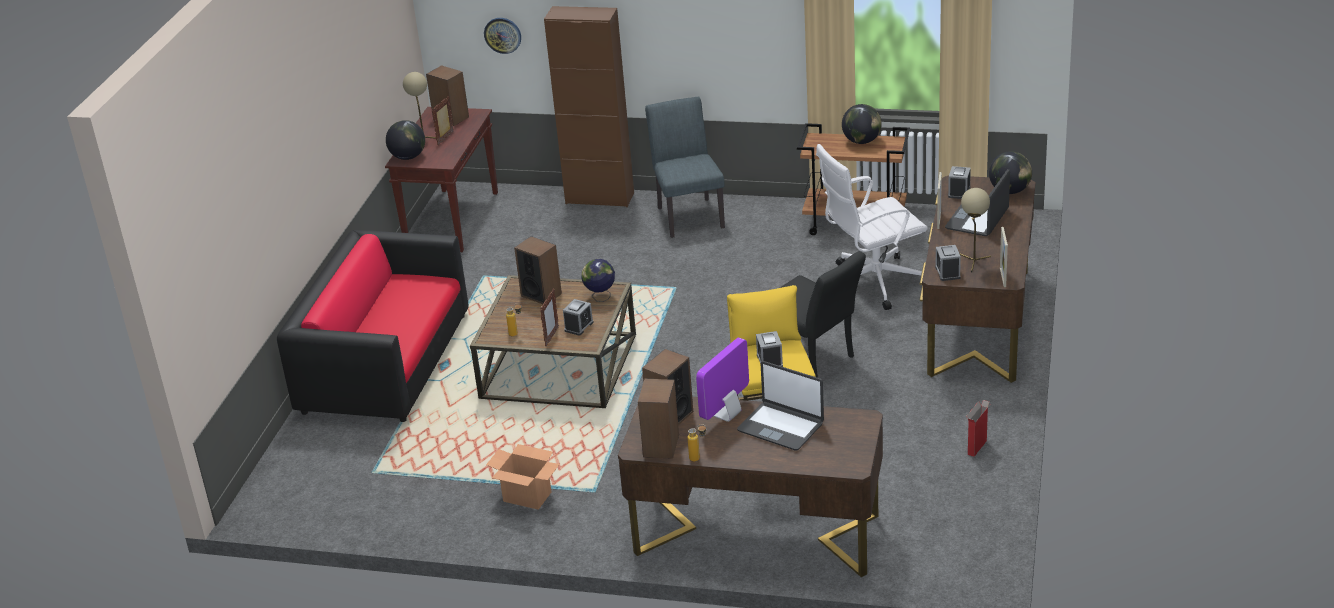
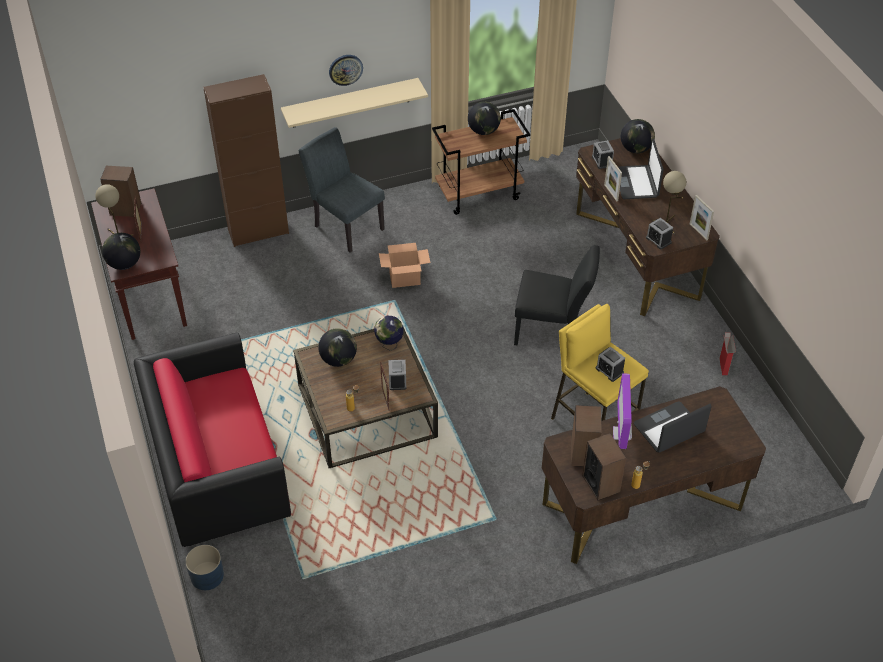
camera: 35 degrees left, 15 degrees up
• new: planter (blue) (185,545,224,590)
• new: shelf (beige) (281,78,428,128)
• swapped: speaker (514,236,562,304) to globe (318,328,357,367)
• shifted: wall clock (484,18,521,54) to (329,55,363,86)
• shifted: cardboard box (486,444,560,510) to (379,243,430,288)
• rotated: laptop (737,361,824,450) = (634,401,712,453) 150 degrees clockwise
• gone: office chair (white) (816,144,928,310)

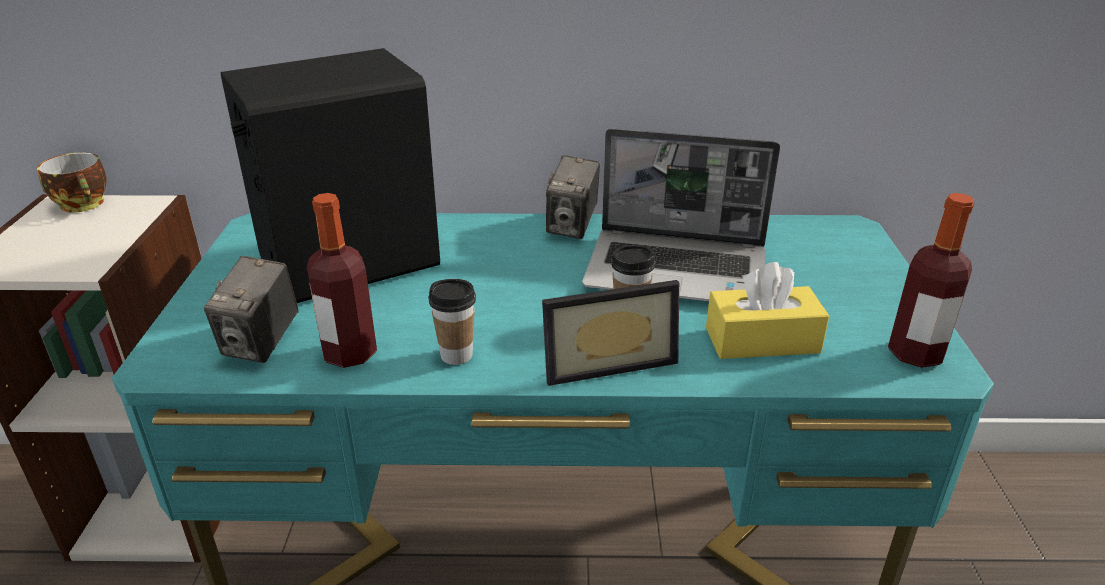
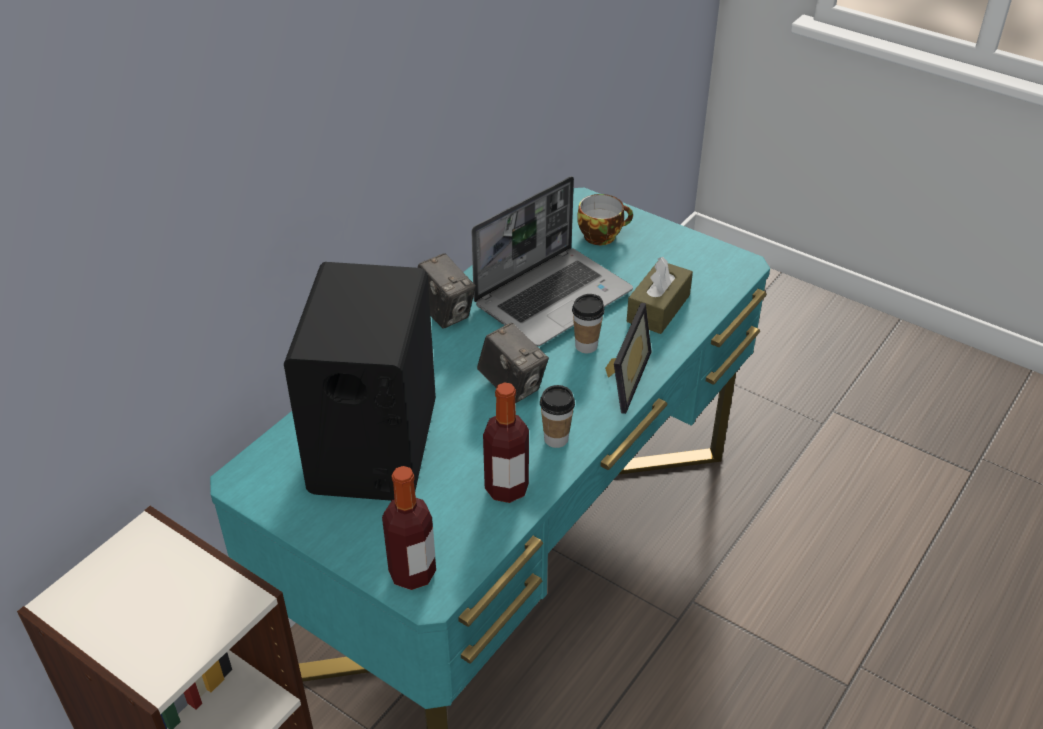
camera: 55 degrees left, 10 degrees up
• shifted: bottle (888,193,974,368) to (382,466,436,590)
• shifted: photo camera (204,256,299,363) to (477,323,549,403)
• shifted: cup (37,153,107,213) to (577,194,633,245)
• repainted: tissue box (yellow) (706,262,829,359) to tissue box (brown) (627,257,693,334)

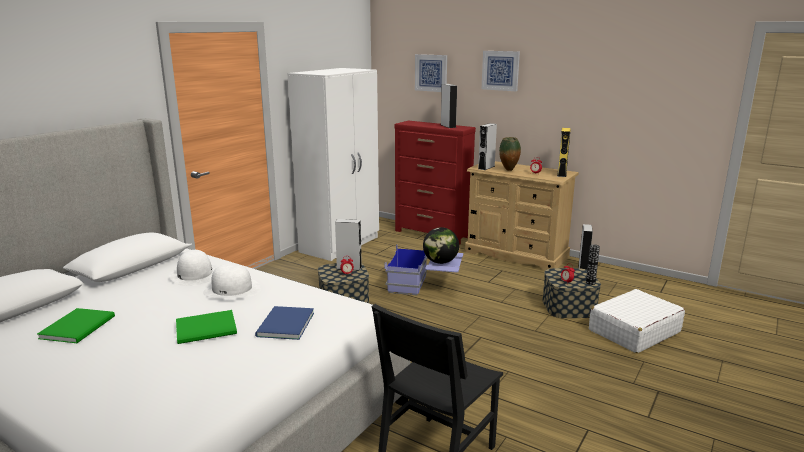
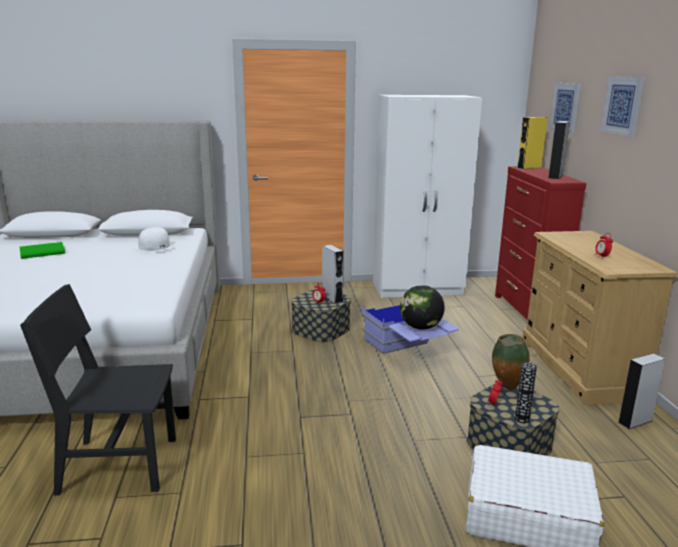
camera: 50 degrees right, 0 degrees up
• shifted: vase (499,137,521,171) to (492,334,529,390)
• shifted: speaker (yellow) (557,128,571,177) to (517,117,548,169)
• gone: book (green) (176,310,237,344)
• gone: hat (white) (203,264,261,299)
• gone: book (blue) (255,306,314,340)
• gone: speaker (grey) (478,123,497,170)

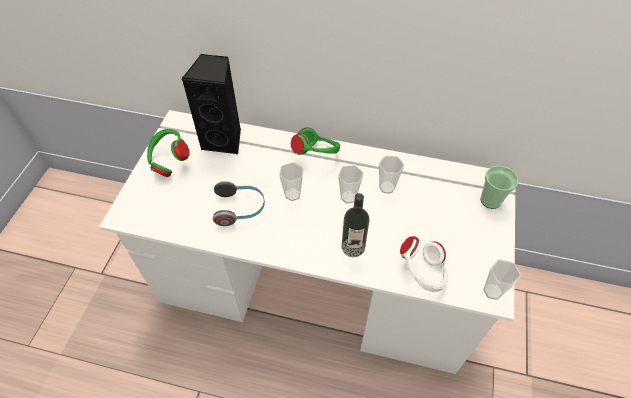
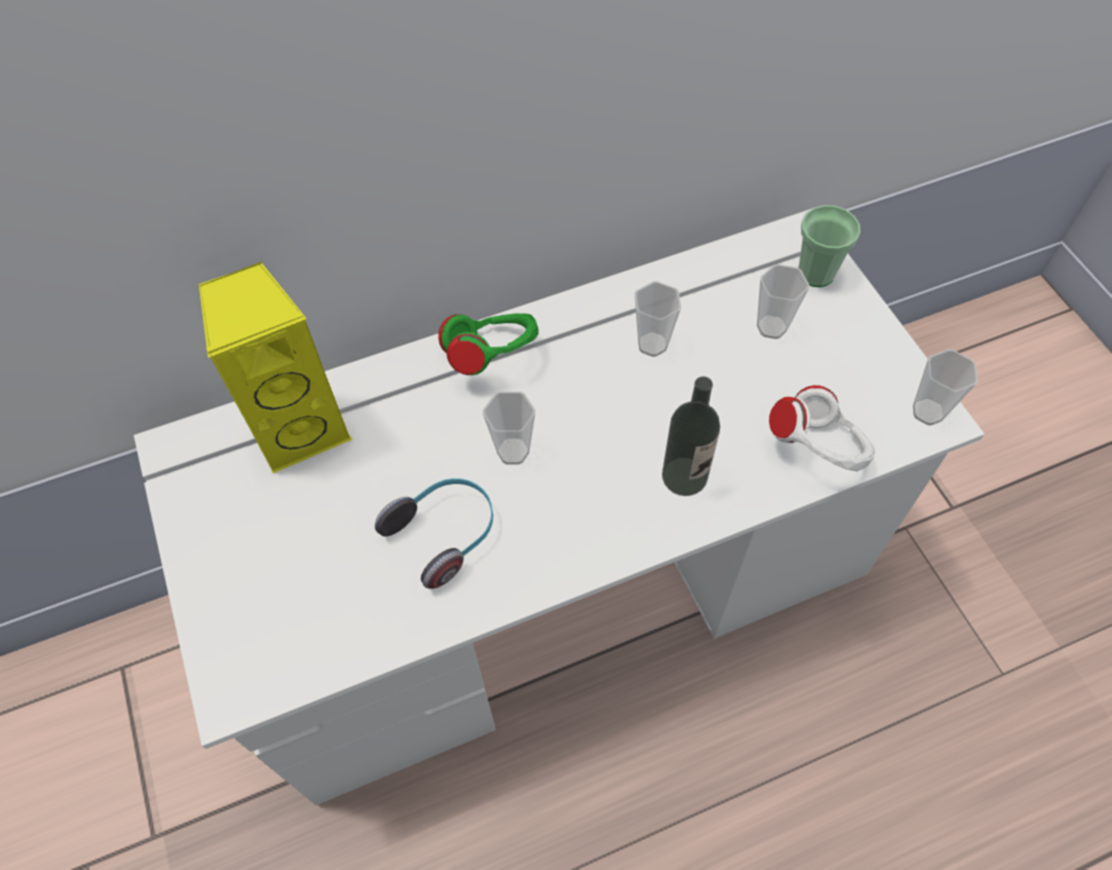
camera: 35 degrees left, 5 degrees up
• repainted: speaker (black) (181,53,241,154) to speaker (yellow) (199,262,352,474)
• shifted: cup (338,165,364,204) to (757,264,810,339)
• gone: headphones (green) (147,129,190,177)

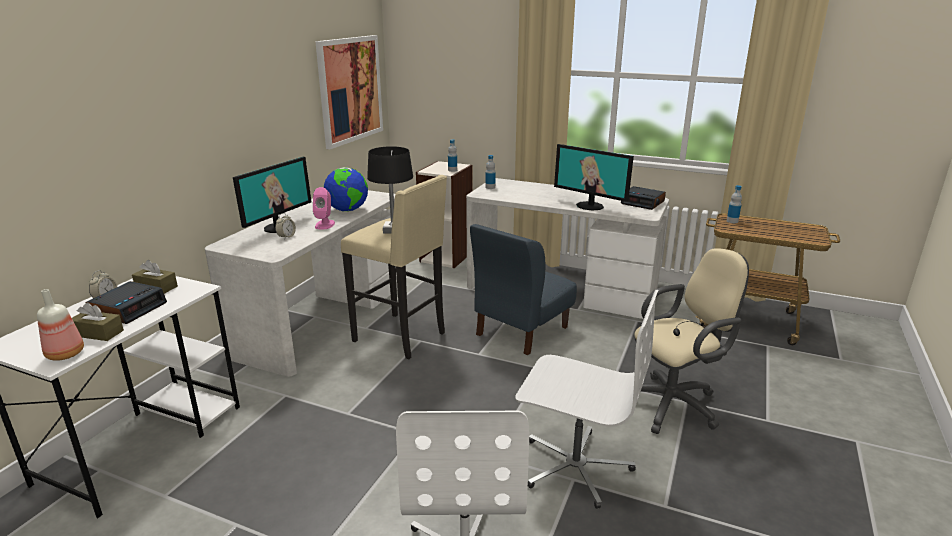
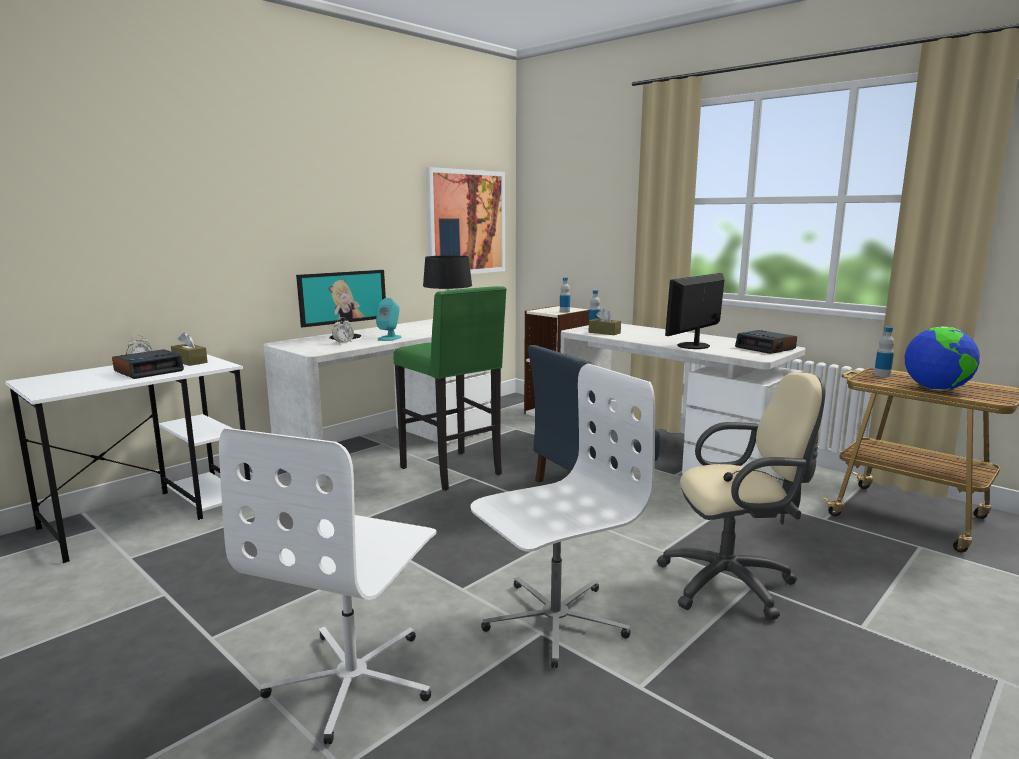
camera: 20 degrees right, 10 degrees down
• repainted: speaker (pink) (313,187,335,229) to speaker (turquoise) (376,298,402,341)
• repainted: stool (beige) (341,175,447,359) to stool (green) (394,286,507,491)
• rotated: office chair (white) (515,290,658,509) = (470,364,655,668) 75 degrees counterclockwise
• shifted: tissue box (brown) (72,302,124,341) to (589,309,621,335)
• rotated: monitor (554,144,634,211) = (665,273,724,349) 75 degrees clockwise
• shifted: globe (324,167,368,212) to (905,326,980,391)
• gone: bottle (37,289,84,361)

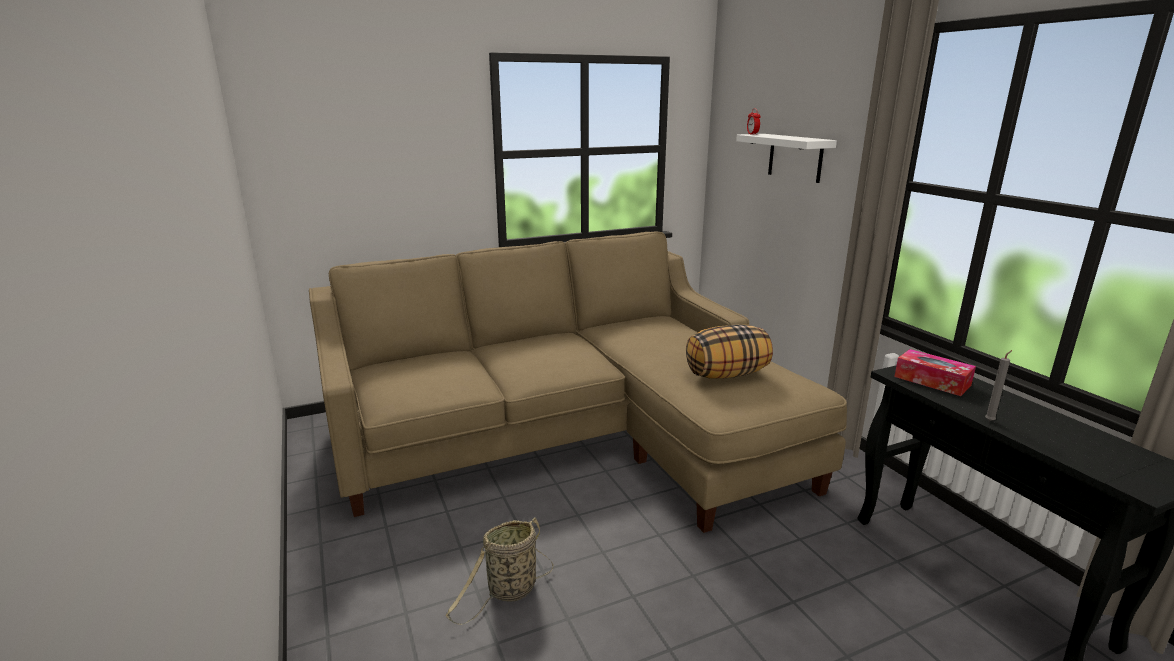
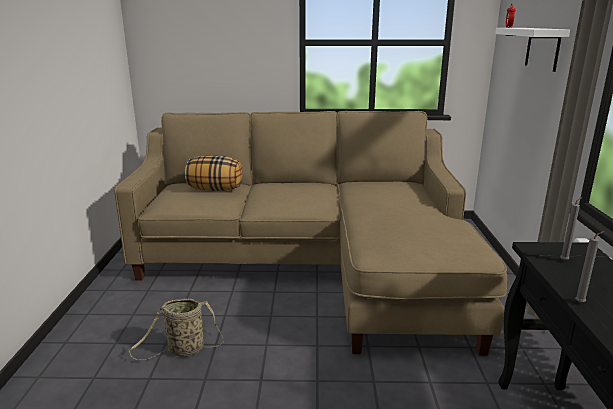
camera: 25 degrees right, 0 degrees up
• shifted: pillow (686,325,773,379) to (185,155,243,191)
• swapped: tissue box (894,349,976,396) to candle (grey) (560,197,582,261)

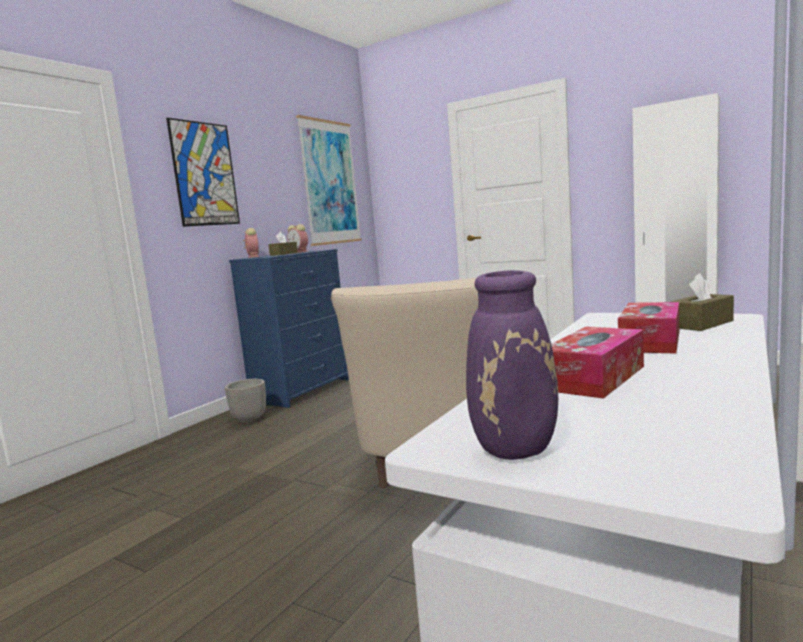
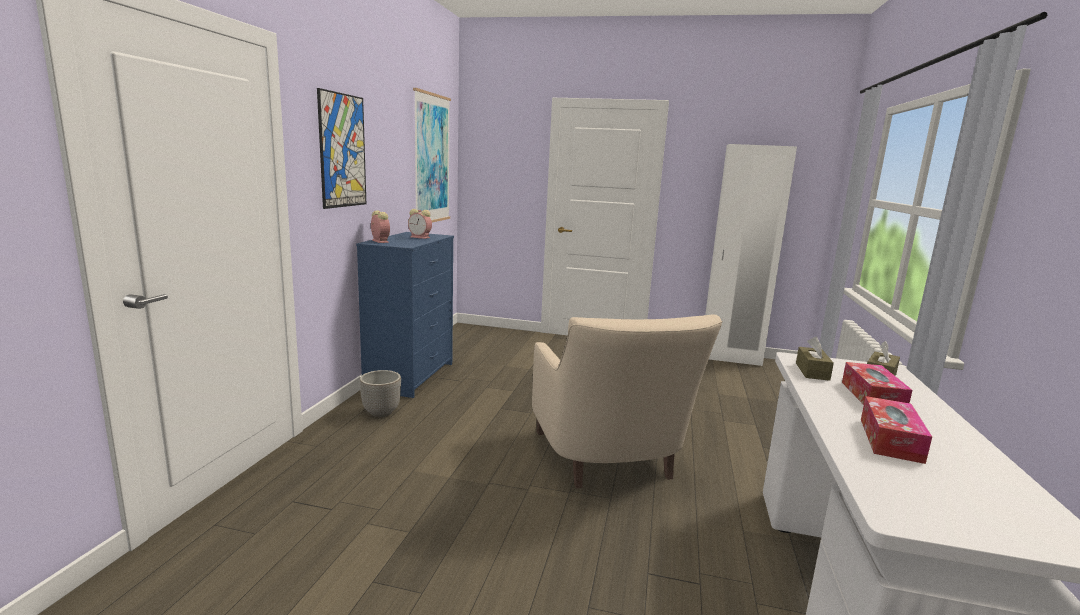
camera: 20 degrees left, 5 degrees up
• shifted: tissue box (brown) (268,232,298,256) to (796,337,834,381)
• gone: vase (purple) (466,270,558,460)

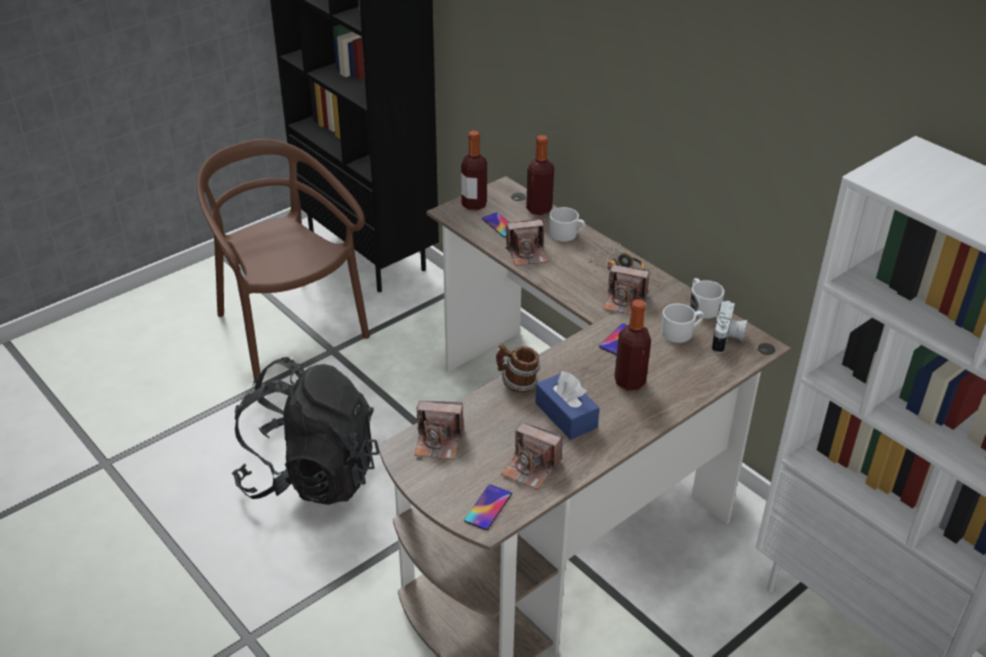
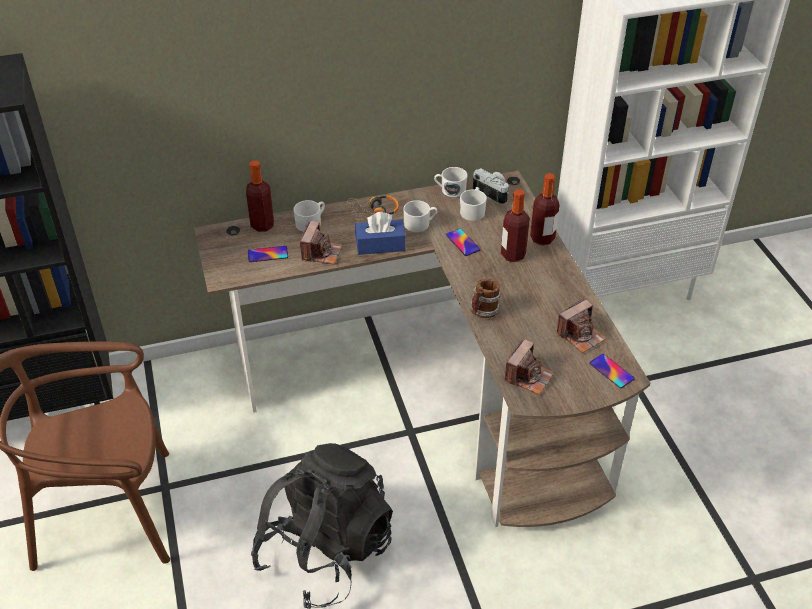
camera: 65 degrees left, 5 degrees up
• shifted: tissue box (blue) (535,371,600,440) to (355,212,406,255)
• swapped: photo camera (603,265,650,315) to mug (white) (403,200,437,232)
• shifted: bottle (461,131,487,211) to (530,173,560,245)

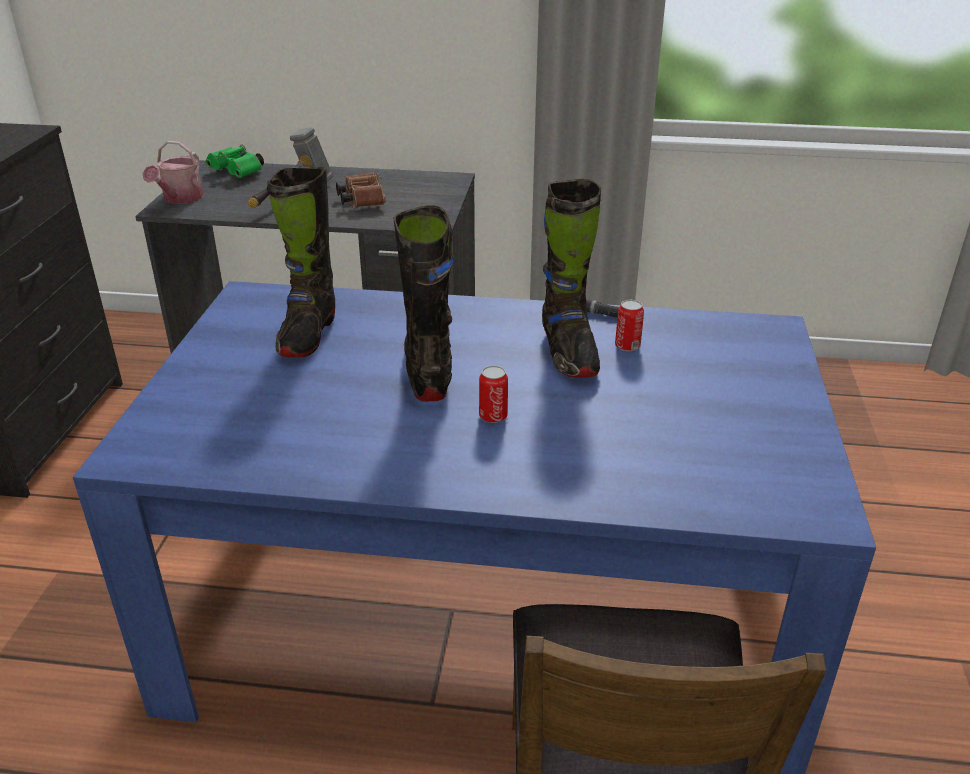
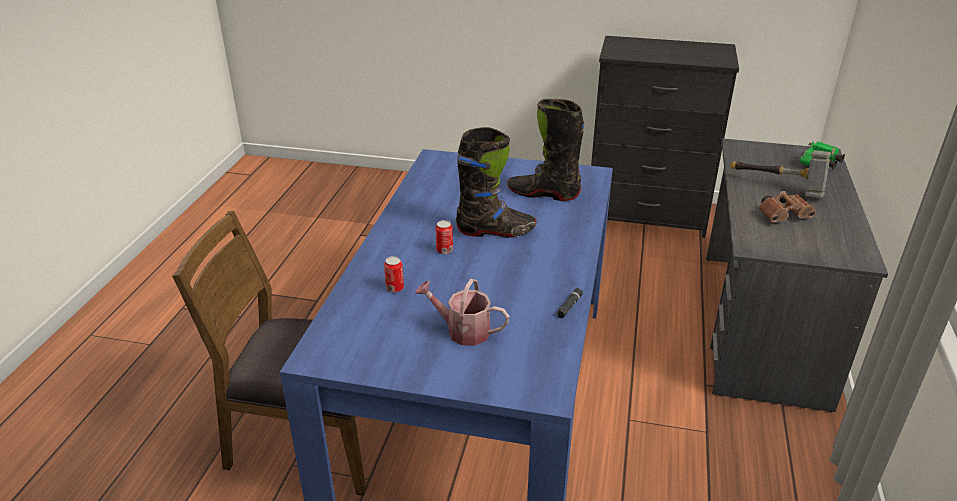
camera: 95 degrees right, 0 degrees up
• shifted: can (615,300,644,351) to (384,256,404,293)
• shifted: watering can (142,141,203,204) to (415,279,509,346)
• gone: boot (black) (542,179,601,378)

